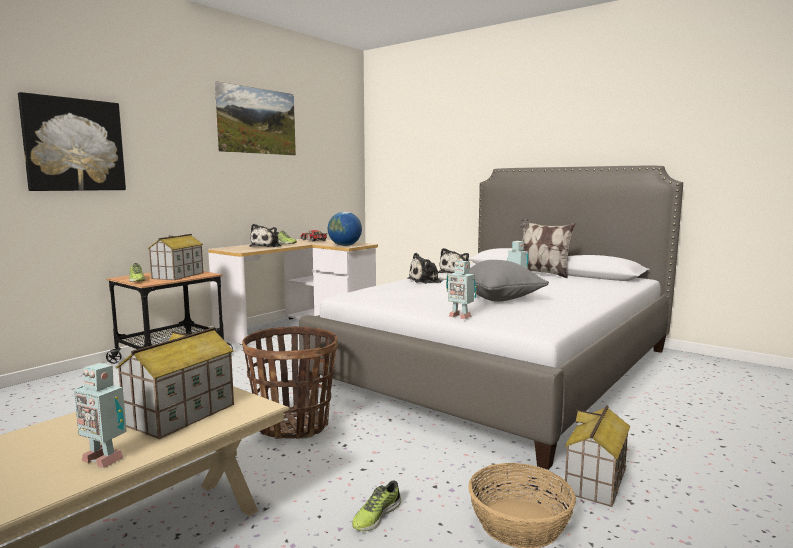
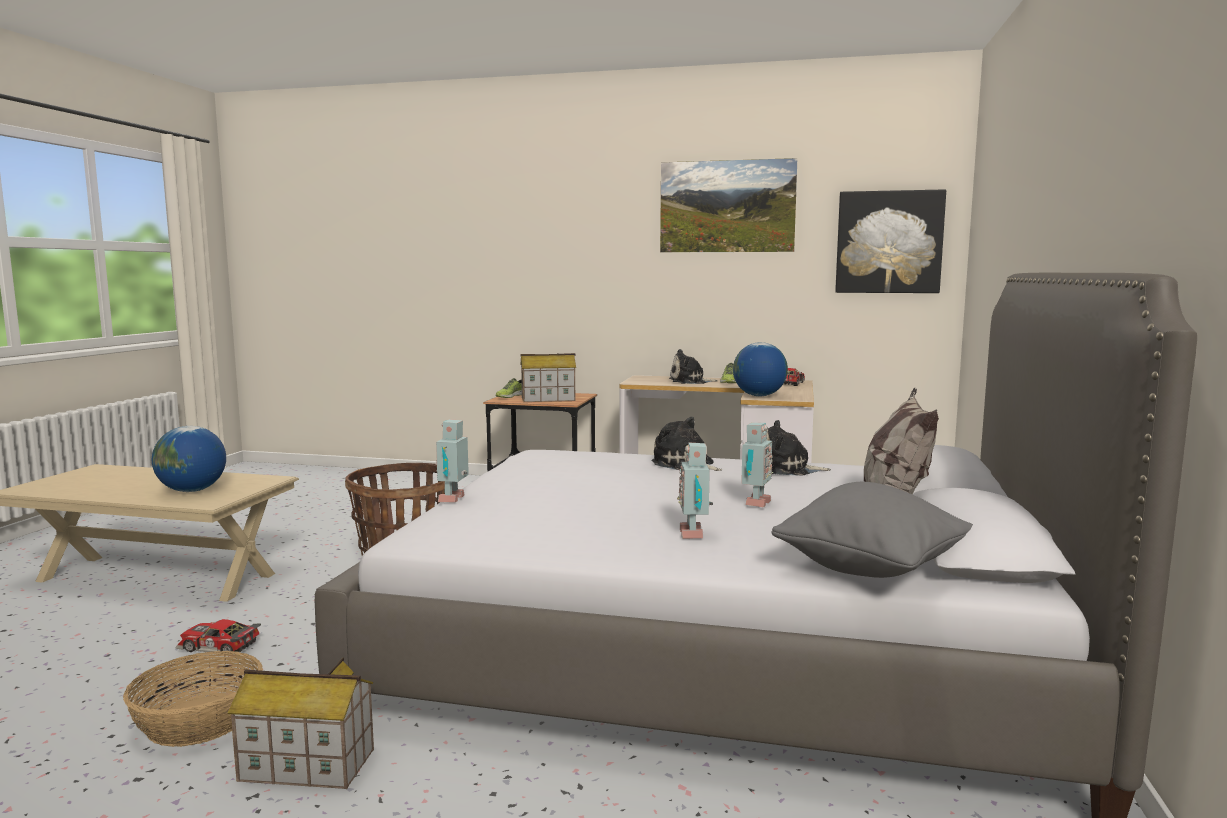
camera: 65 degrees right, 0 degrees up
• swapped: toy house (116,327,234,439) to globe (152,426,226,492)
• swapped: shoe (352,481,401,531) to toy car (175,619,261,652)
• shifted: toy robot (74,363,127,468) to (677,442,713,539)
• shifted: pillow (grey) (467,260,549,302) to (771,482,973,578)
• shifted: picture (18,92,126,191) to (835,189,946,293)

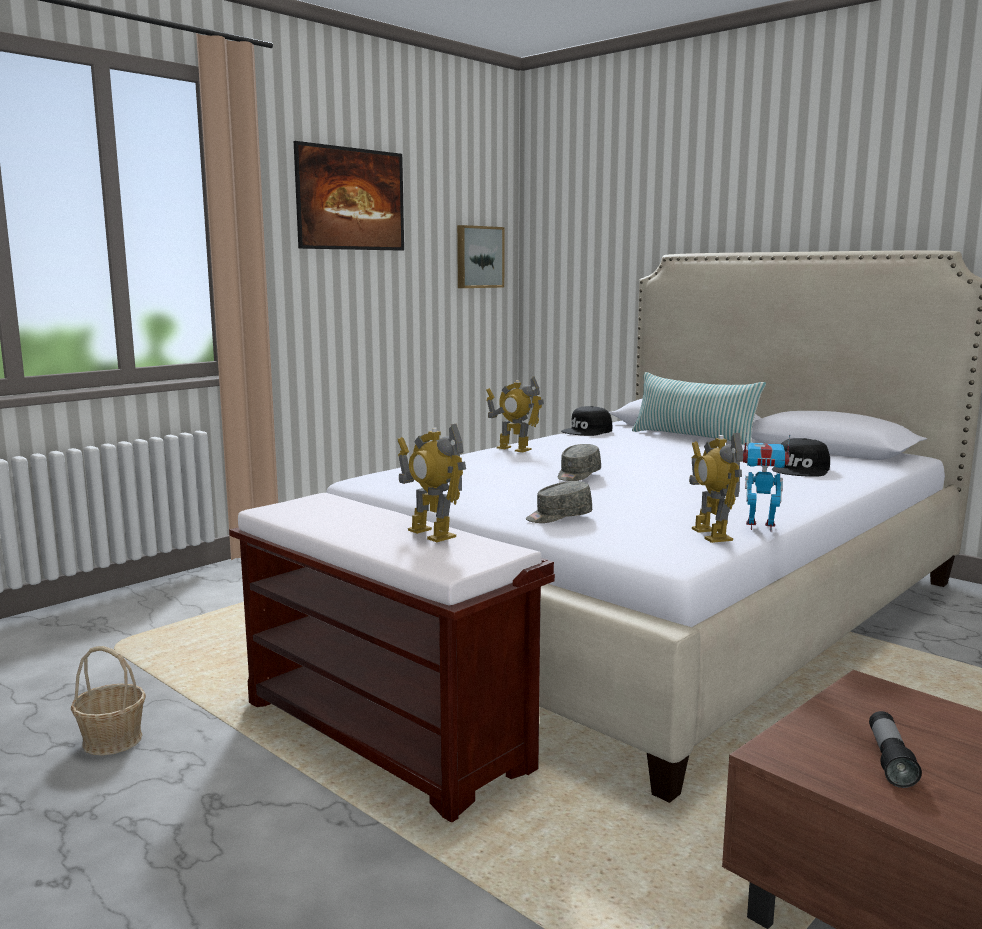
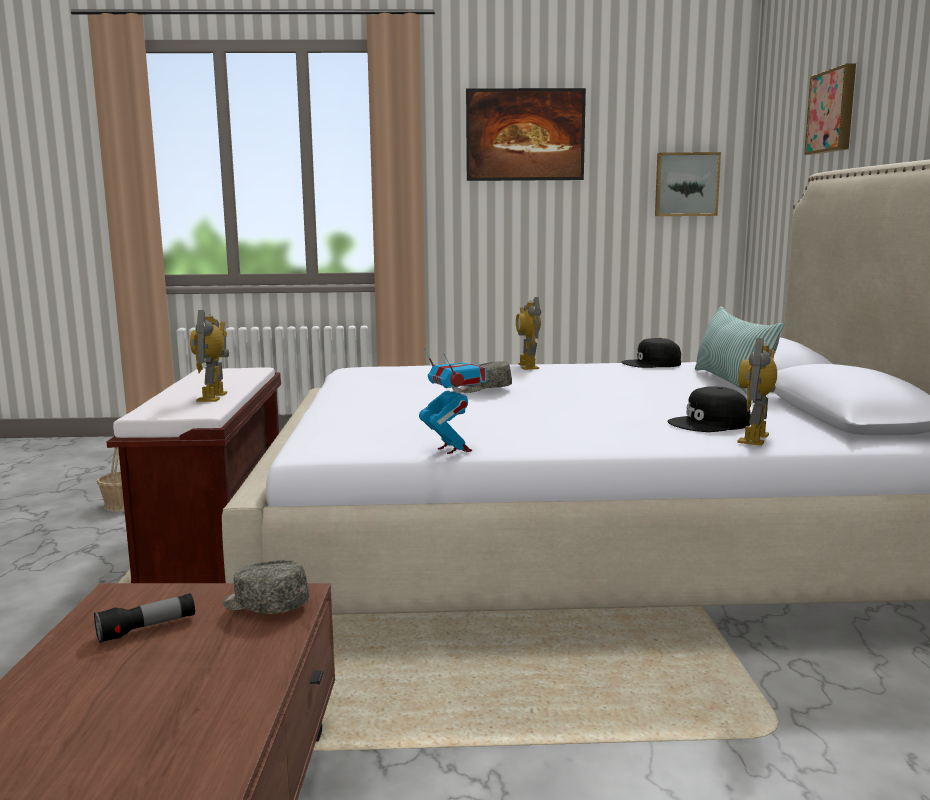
camera: 45 degrees right, 0 degrees up
• shifted: cap (grey) (526,481,592,523) to (222,560,309,614)
• shifted: toy robot (689,433,743,543) to (737,338,777,446)
• new: picture (804,63,856,155)

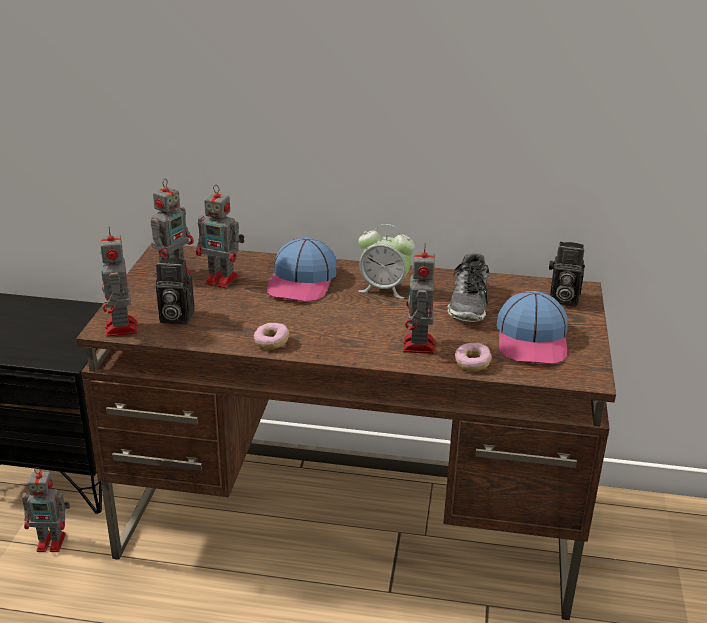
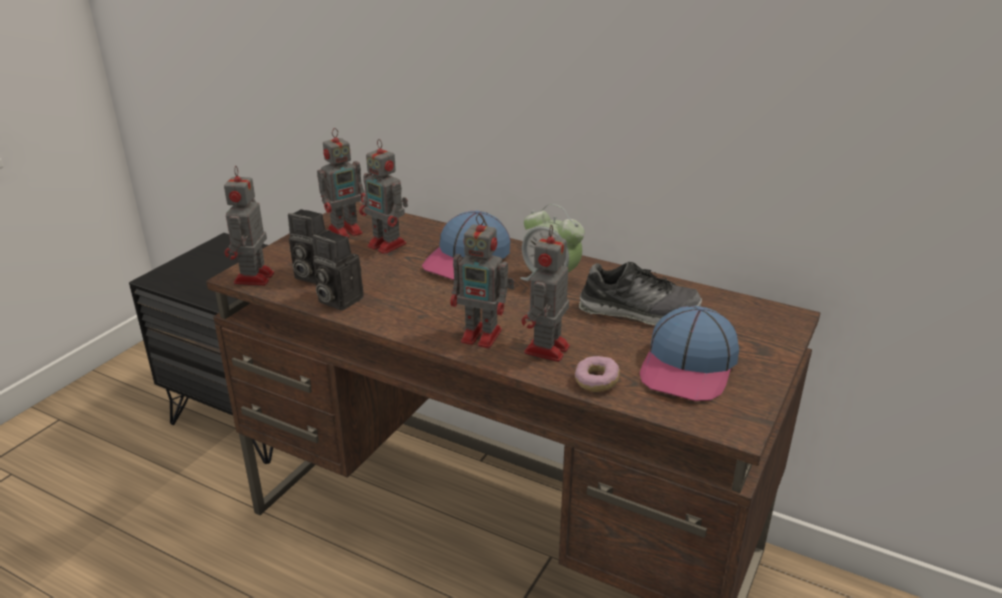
camera: 20 degrees right, 0 degrees up
• shifted: photo camera (549,242,585,306) to (312,231,364,311)
• shifted: toy robot (22,467,70,552) to (450,214,515,348)
• rotated: shoe (447,253,489,322) = (579,262,702,325) 105 degrees counterclockwise
• gone: donut (254,323,289,350)

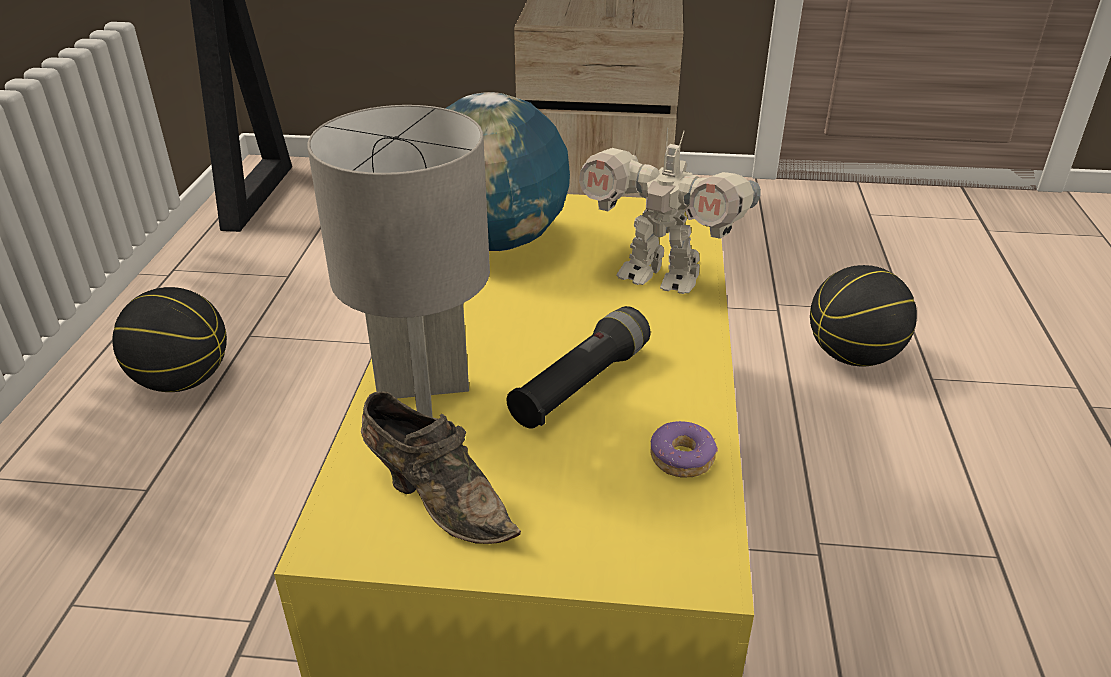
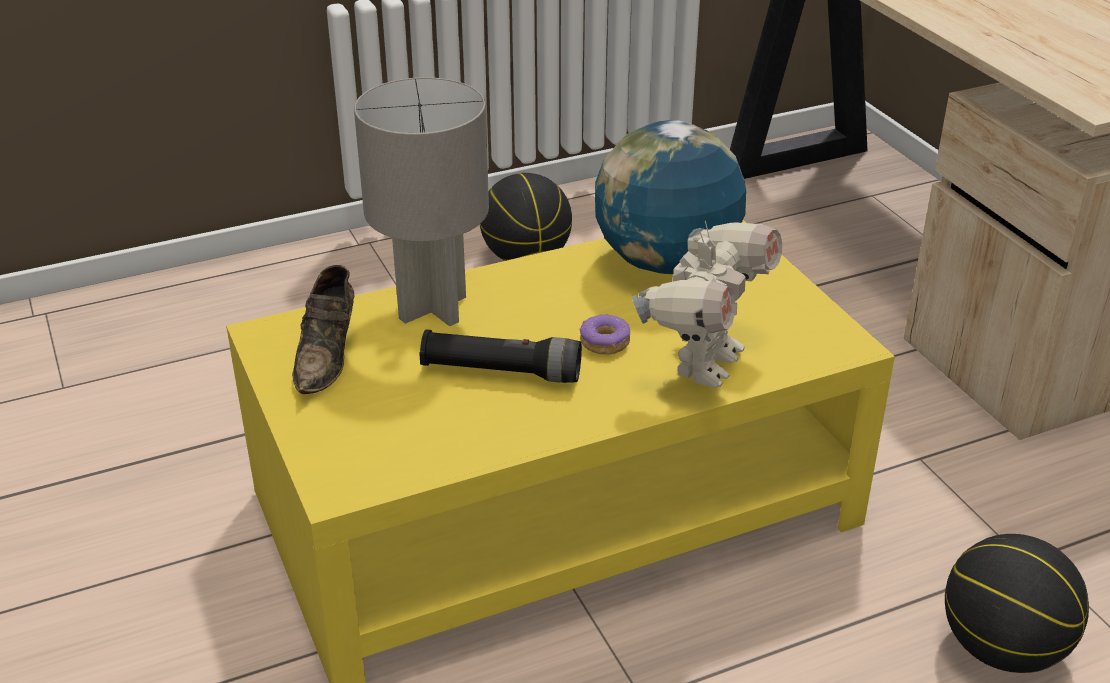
camera: 60 degrees right, 0 degrees up
• shifted: donut (650,421,718,477) to (580,314,630,354)
• rotated: toy robot (579,128,761,294) = (632,221,782,388) 150 degrees counterclockwise

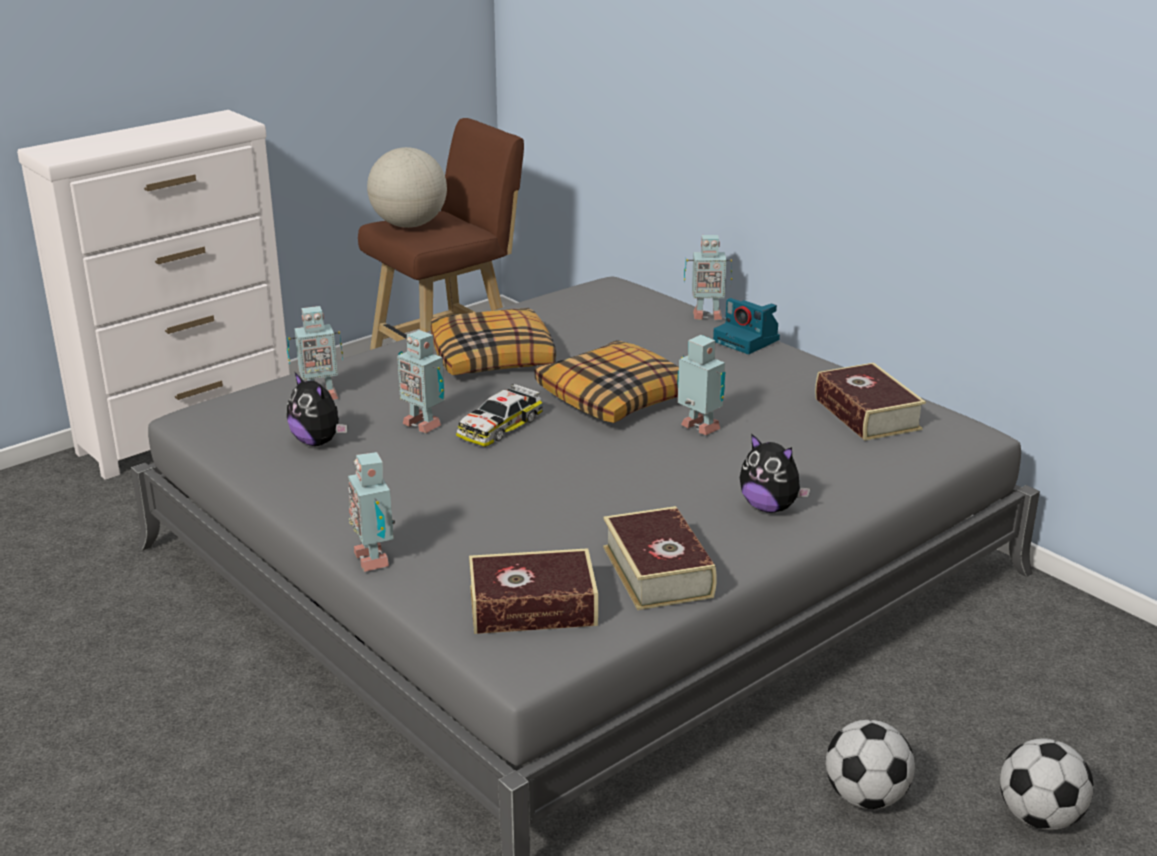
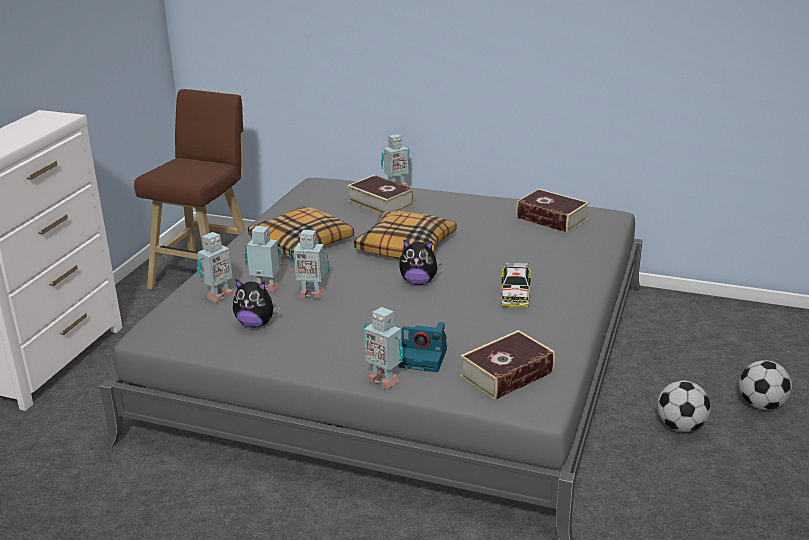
camera: 30 degrees left, 0 degrees up
• shifted: toy robot (677,335,725,435) to (245,226,282,291)
• shifted: book (603,506,717,610) to (347,175,414,214)
• shifted: photo camera (713,298,780,354) to (398,322,447,372)
• shifted: plush toy (739,433,811,513) to (399,239,442,285)
• shifted: toy car (456,383,543,447) to (501,262,531,307)
• gone: globe (367,147,447,228)

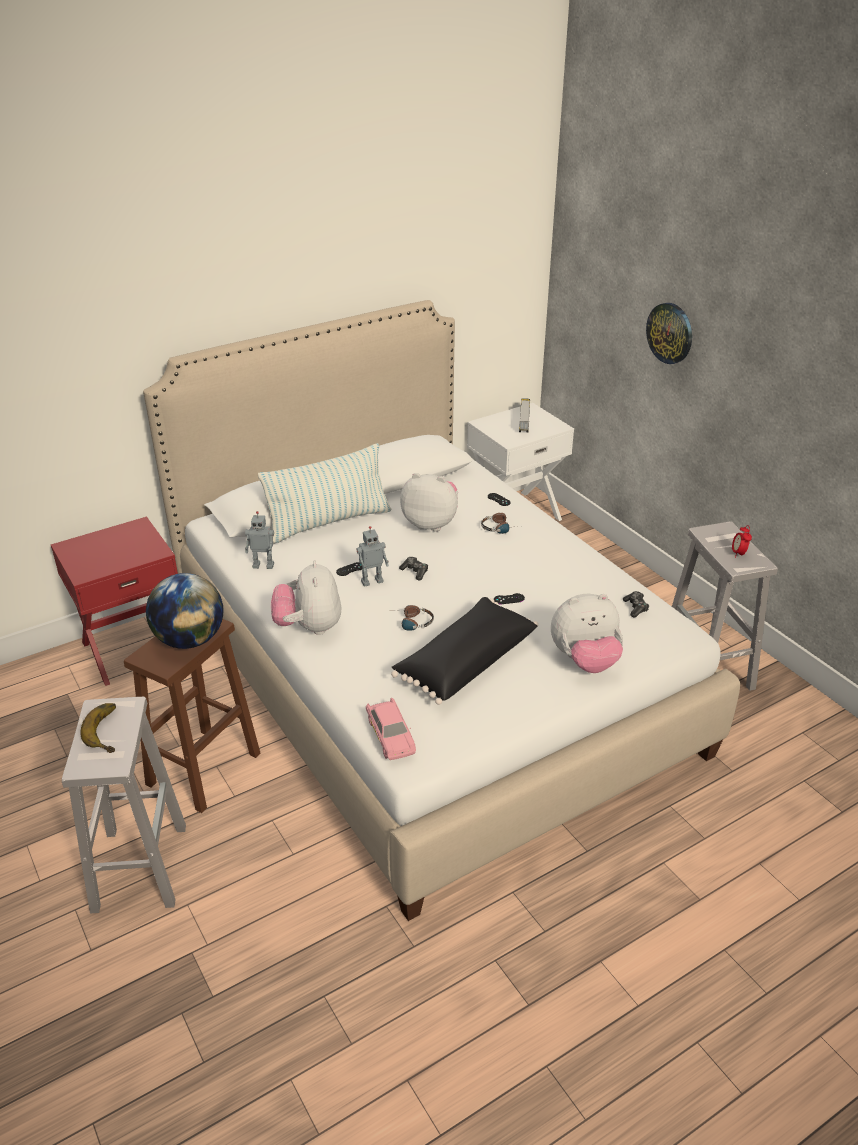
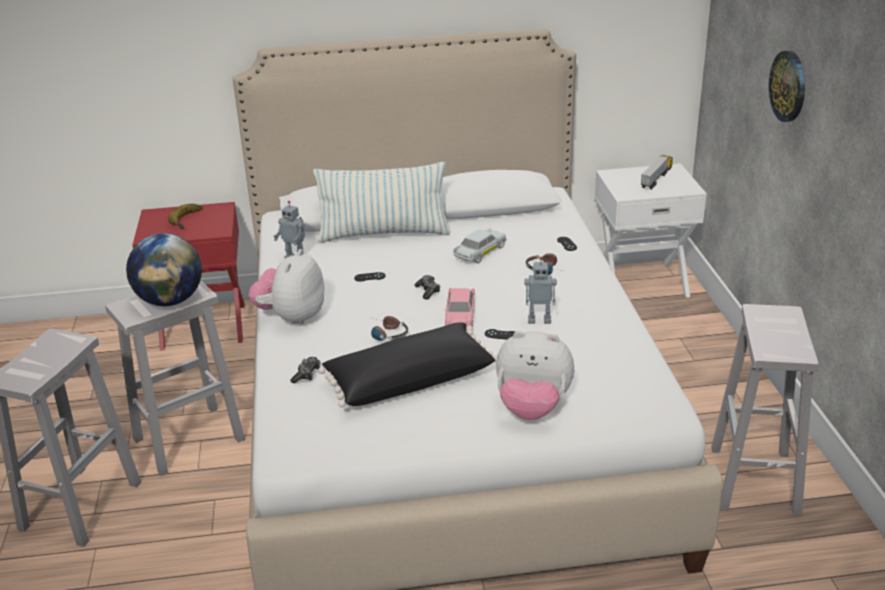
camera: 25 degrees right, 5 degrees down
• repainted: stool (brown) (124,619,260,813) to stool (white) (105,280,245,476)
• shifted: banana (80,703,116,753) to (168,204,202,229)
• shifted: game controller (623,591,649,617) to (290,357,320,383)
• shifted: toy car (pink) (366,698,416,760) to (444,288,475,331)
• swapped: plush toy (400,473,458,532) to toy car (white) (453,229,506,263)
• shifted: toy robot (356,526,389,587) to (524,257,557,324)
• gone: alarm clock (732,525,752,558)

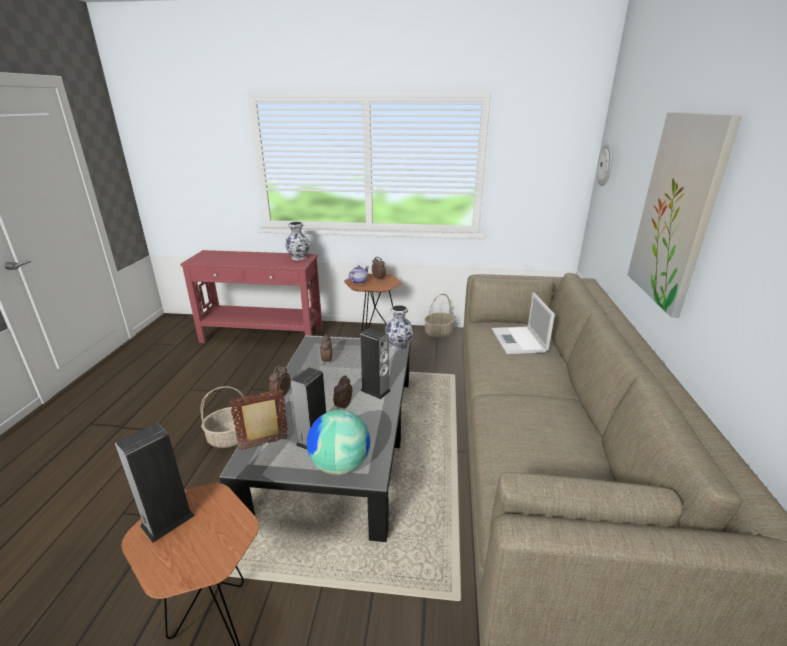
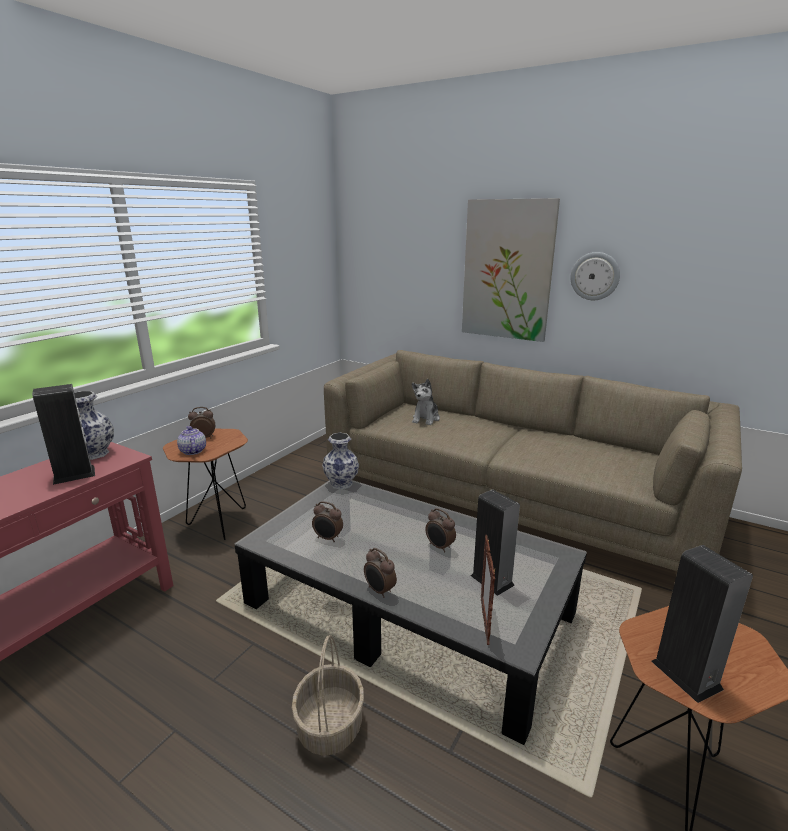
camera: 65 degrees left, 5 degrees down
• shifted: speaker (360,328,391,399) to (32,384,95,485)
• swapped: laptop (491,292,555,354) to plush toy (412,379,440,425)
• shifted: wall clock (597,143,613,186) to (571,252,620,300)
• gone: globe (307,410,370,475)
• gone: basket (424,294,455,338)

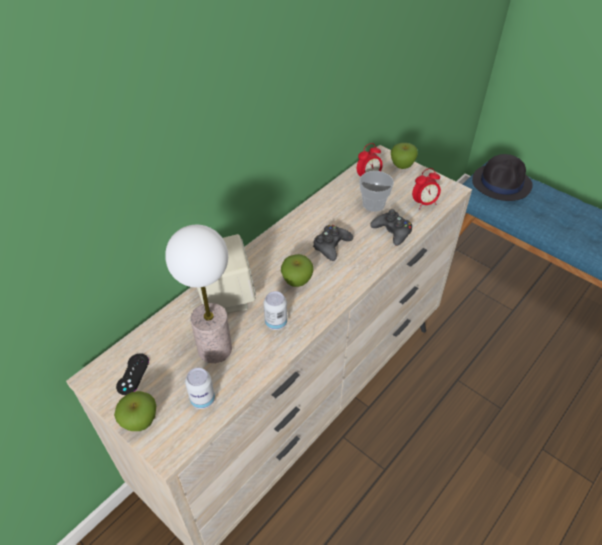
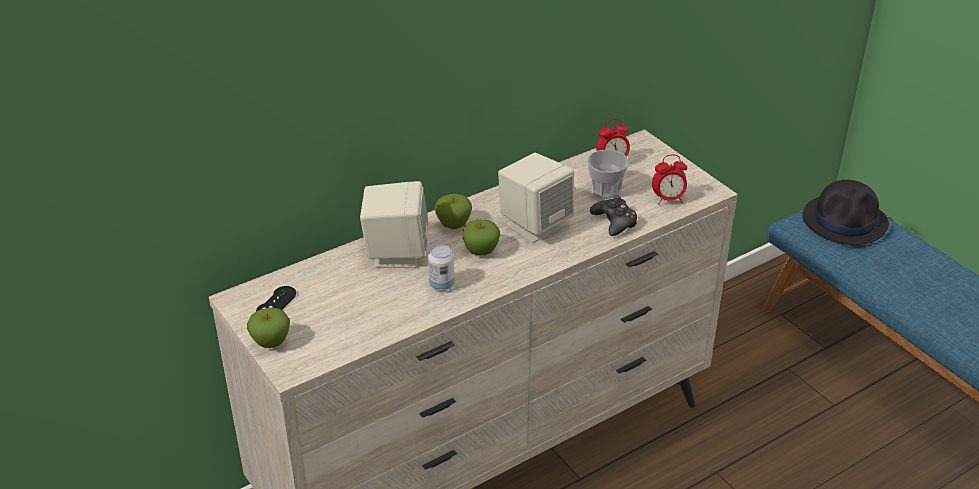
camera: 15 degrees right, 10 degrees down
• shifted: apple (391,143,418,169) to (434,194,472,229)
• swapped: game controller (black) (313,225,353,261) to speaker (beige) (498,153,575,243)
• gone: table lamp (165,225,232,363)
• gone: can (185,368,215,409)

